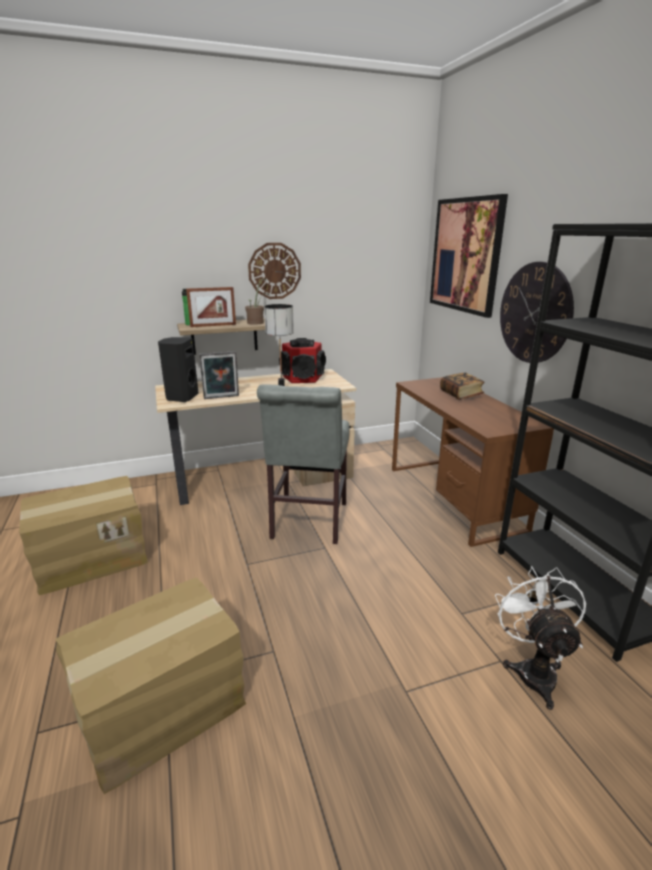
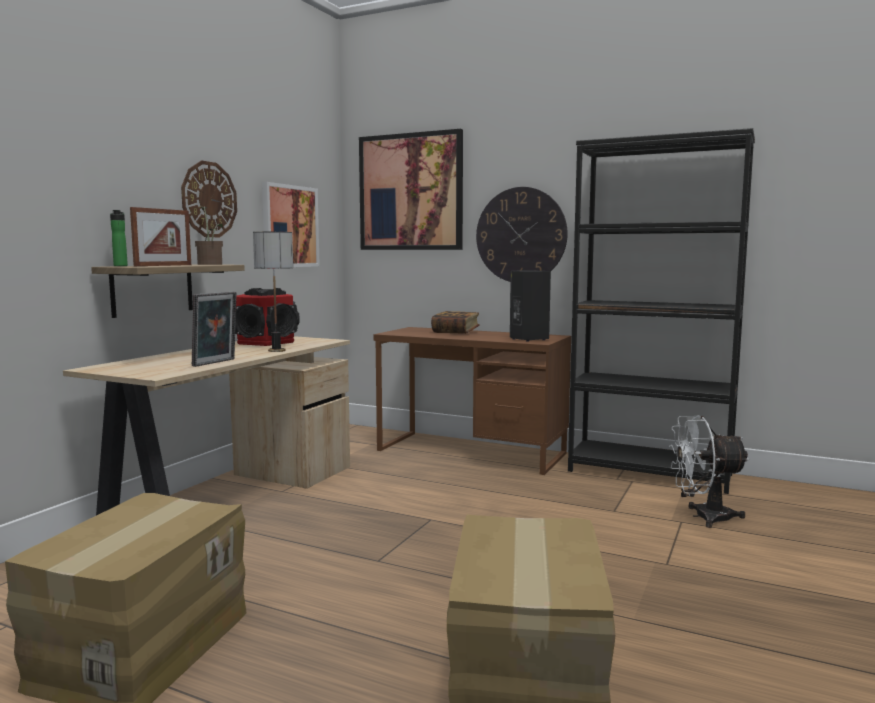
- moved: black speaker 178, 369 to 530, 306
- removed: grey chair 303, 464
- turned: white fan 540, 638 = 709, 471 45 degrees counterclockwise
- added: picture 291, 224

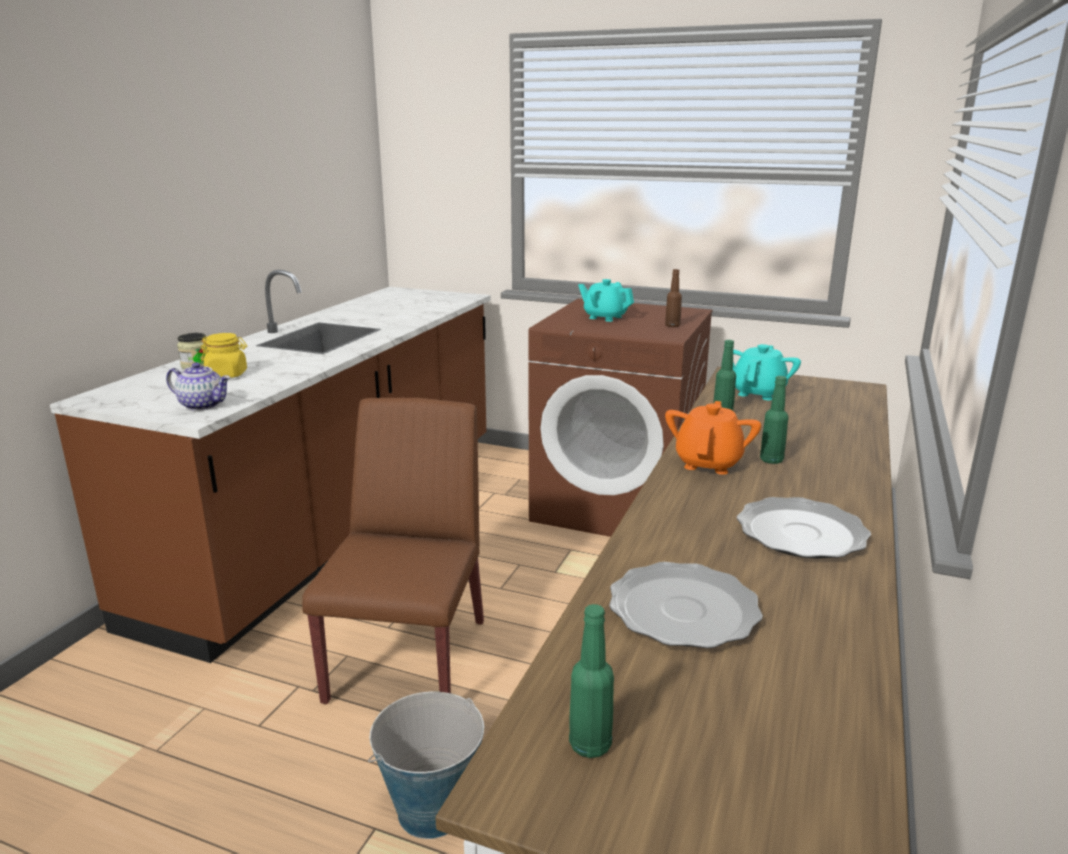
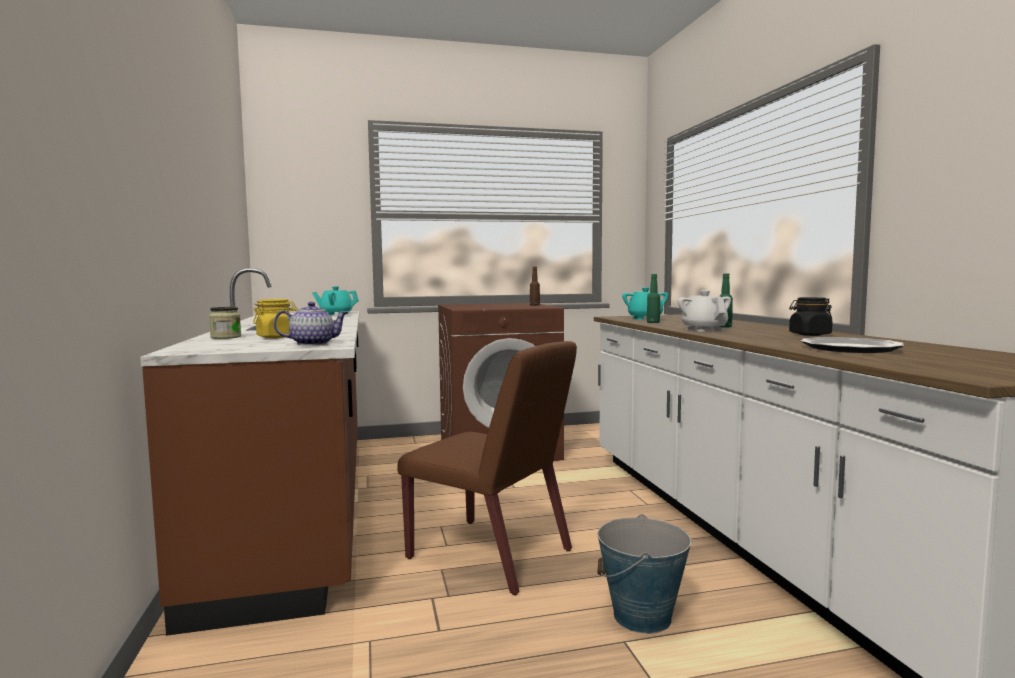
- moved: turquoise teapot 606, 300 to 335, 300
- turned: brown chair 393, 551 = 487, 468 150 degrees clockwise
- recoloured: orange teapot 713, 438 to white teapot 704, 310
- replaced: plate 804, 528 to black jar 811, 316
- removed: green bottle 591, 681

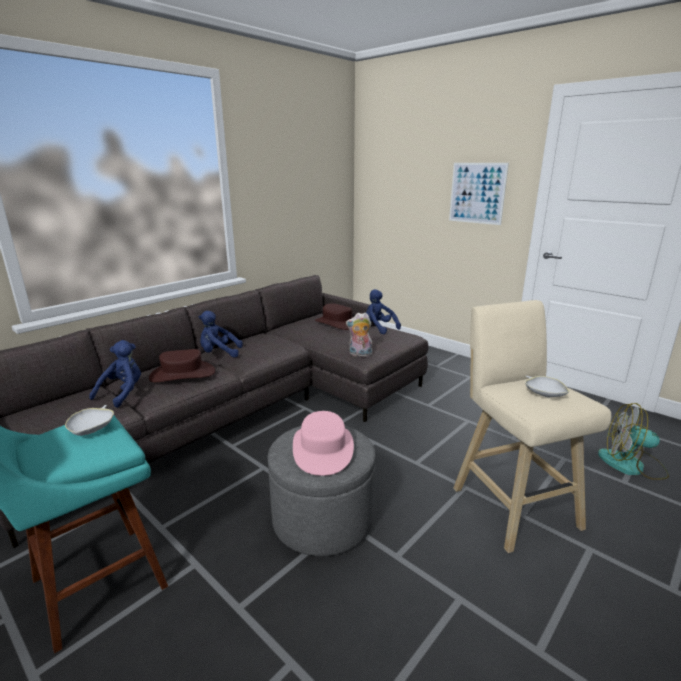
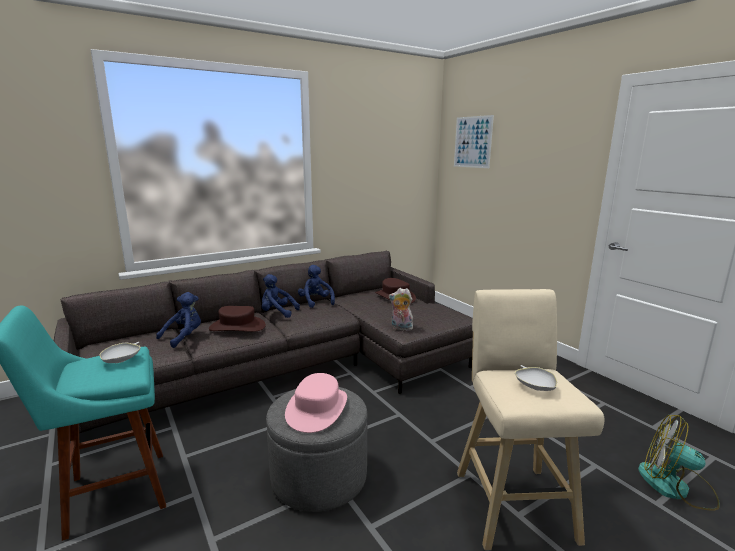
- moved: picture 479, 194 to 474, 141
- moved: blue plush toy 383, 311 to 316, 286

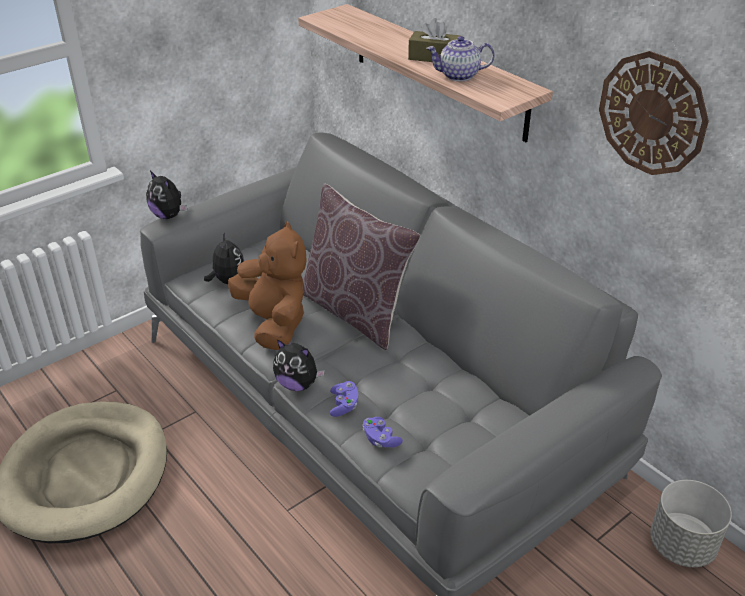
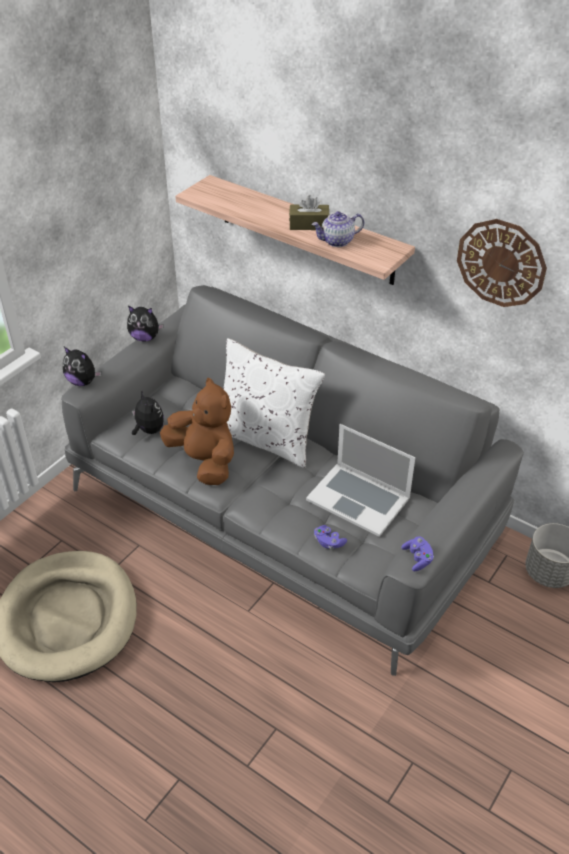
- recoloured: brown pillow 361, 266 to white pillow 274, 403
- moved: plush toy 299, 365 to 145, 323
- moved: purple game controller 344, 399 to 417, 553
- added: laptop 361, 480

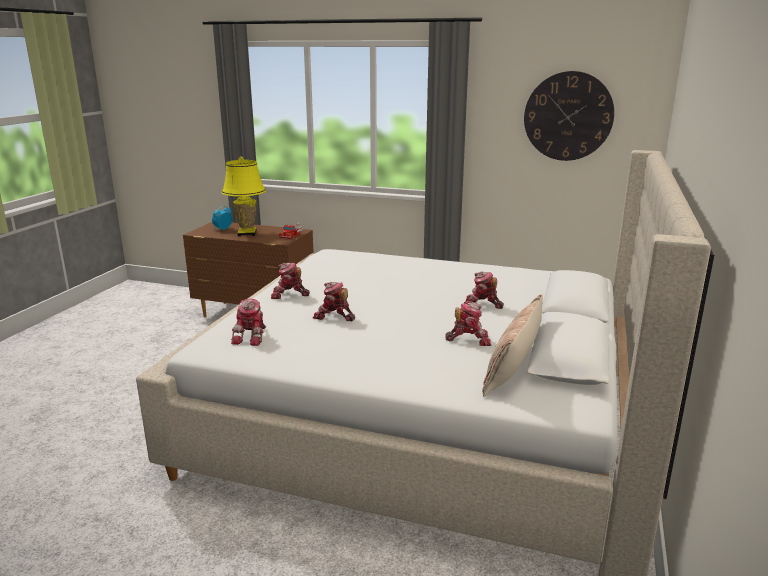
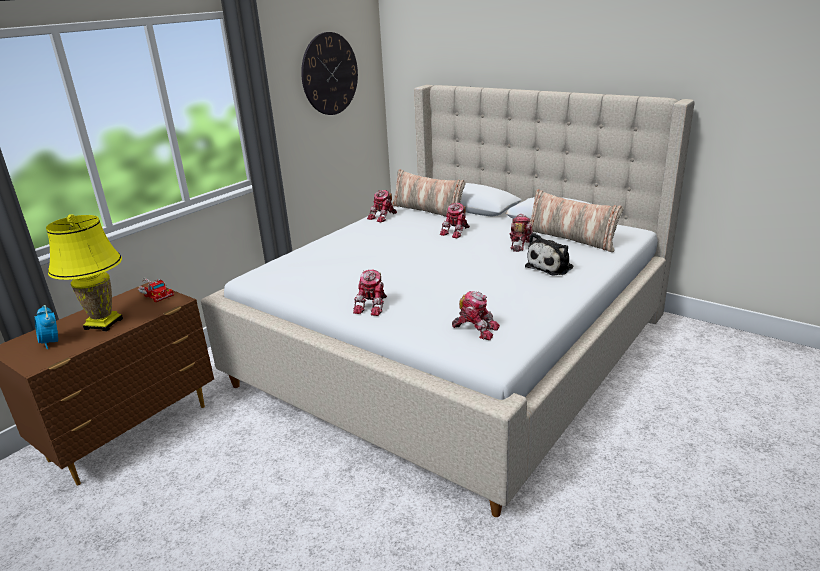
- moved: toy robot 334, 301 to 382, 206
- added: pillow 429, 193
- added: plush toy 549, 254

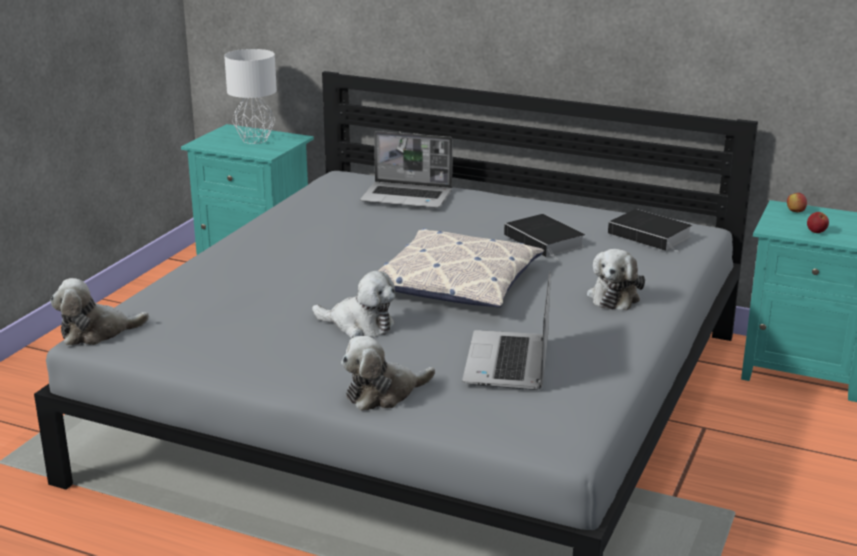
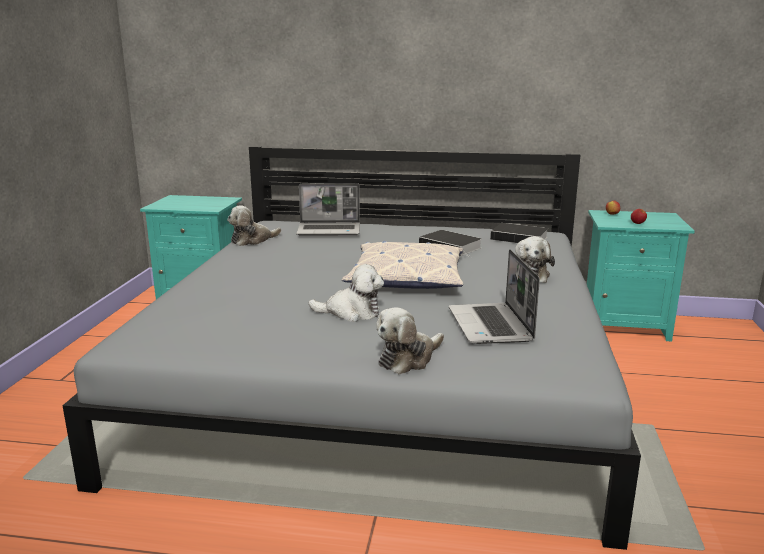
- removed: grey table lamp 250, 96
- moved: plush toy 99, 311 to 254, 225

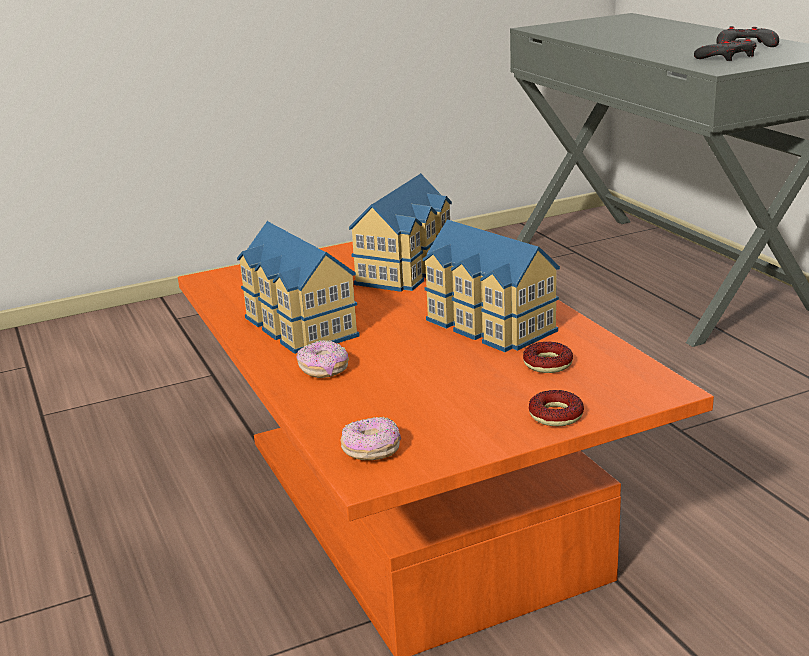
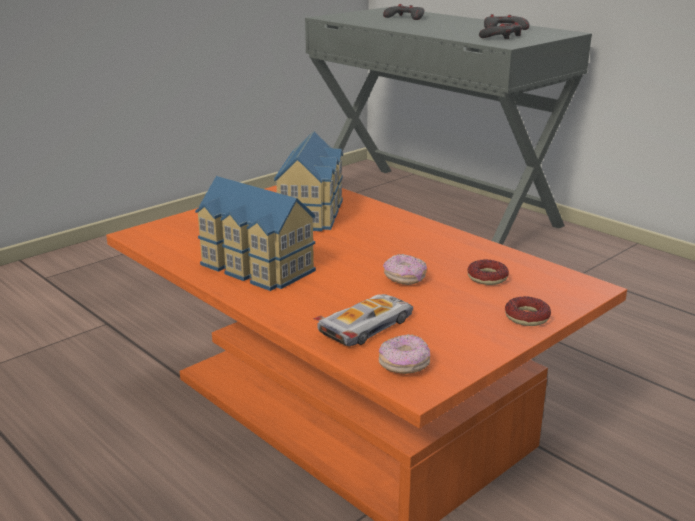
- removed: toy house 491, 285
- moved: donut 323, 359 to 405, 269
- added: grey game controller 403, 12
- added: toy car 363, 320

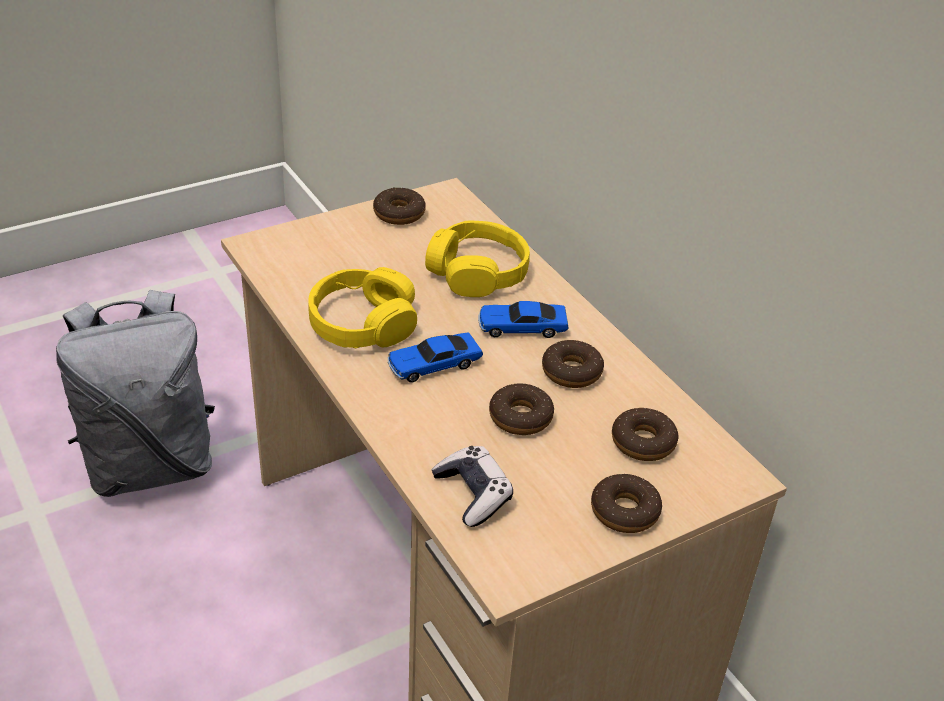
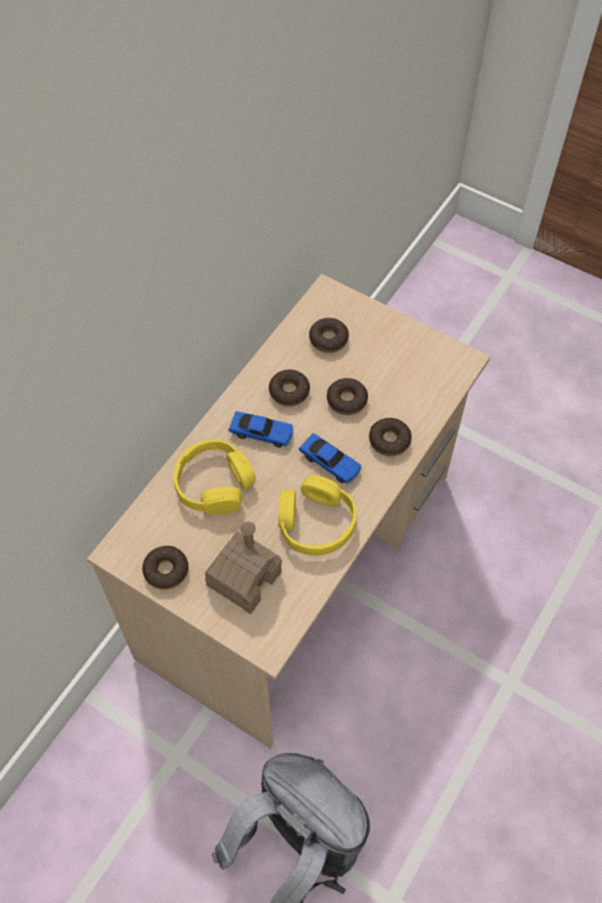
- turned: toy car 523, 319 = 261, 429 45 degrees counterclockwise
- removed: game controller 472, 486
- moved: donut 626, 503 to 390, 437
- added: toy house 243, 568

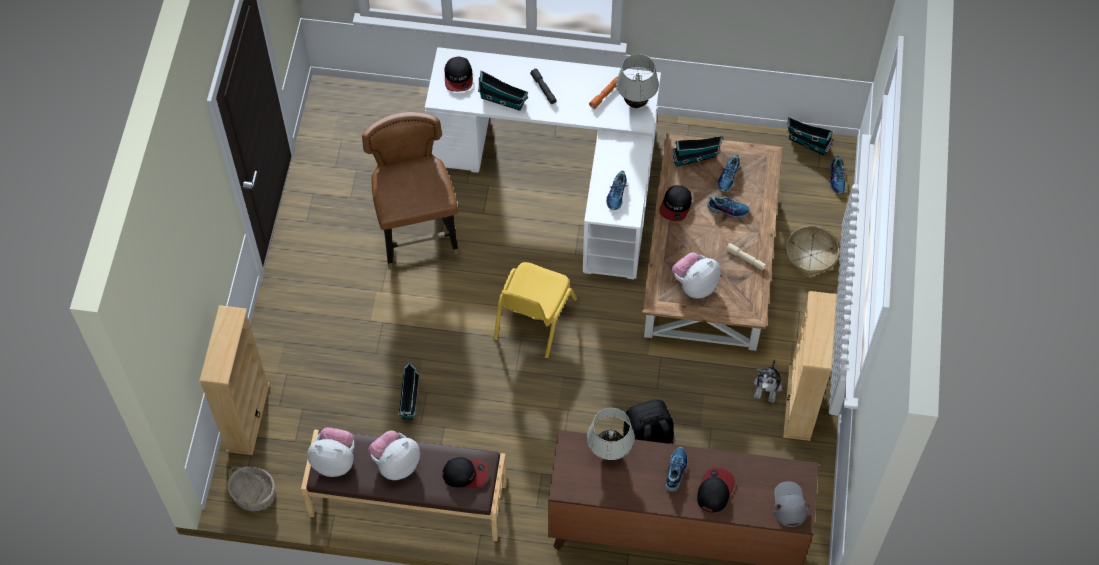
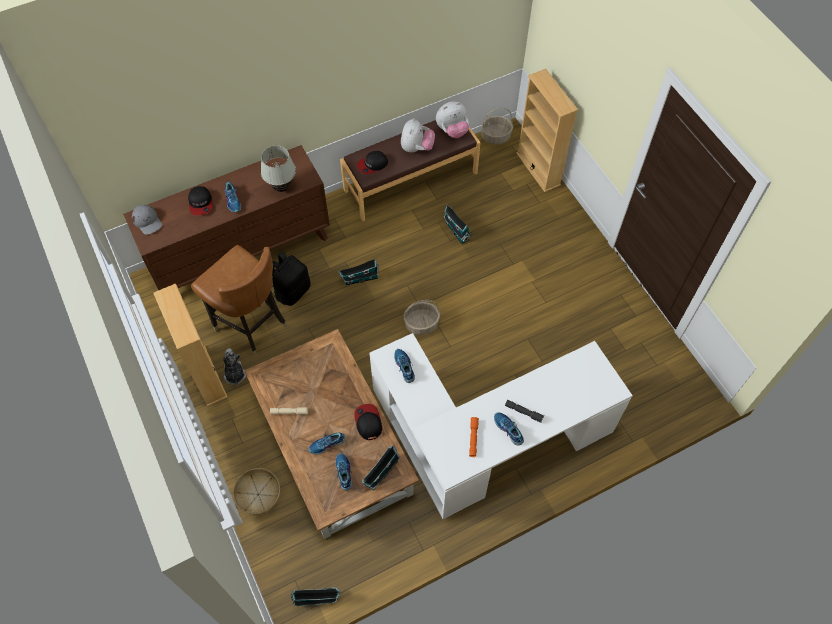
- removed: white table lamp 637, 81
- removed: cap 458, 74
- moved: toy house 503, 90 to 358, 272
- moved: brown chair 410, 190 to 239, 301
- moved: shoe 838, 175 to 509, 428
- removed: plush toy 696, 275
- replaced: yellow chair 535, 310 to basket 422, 317

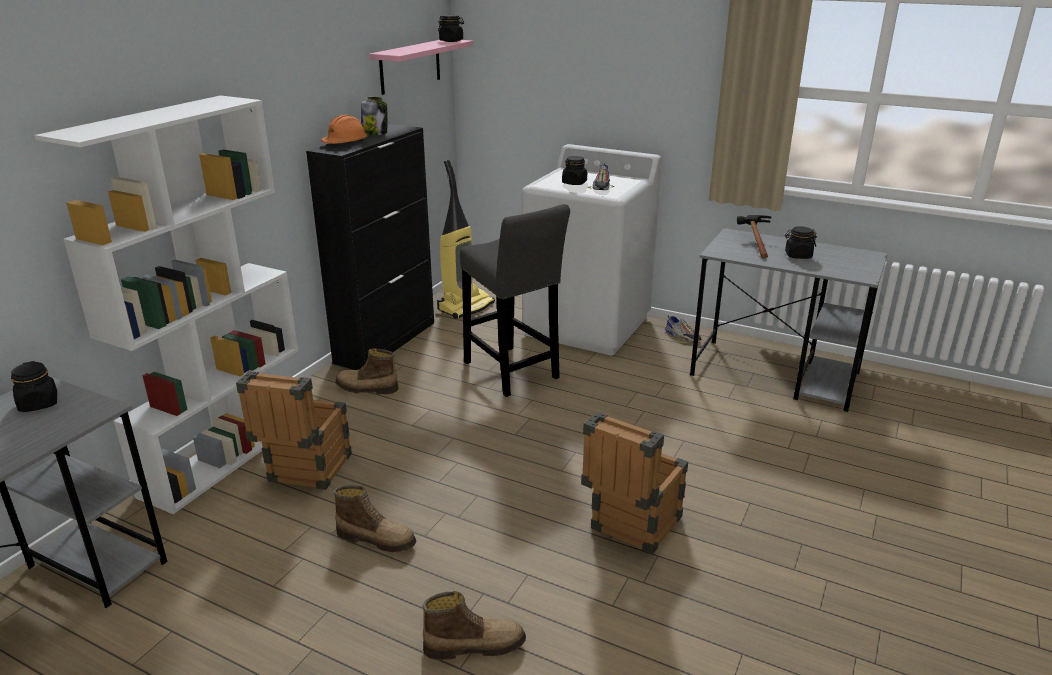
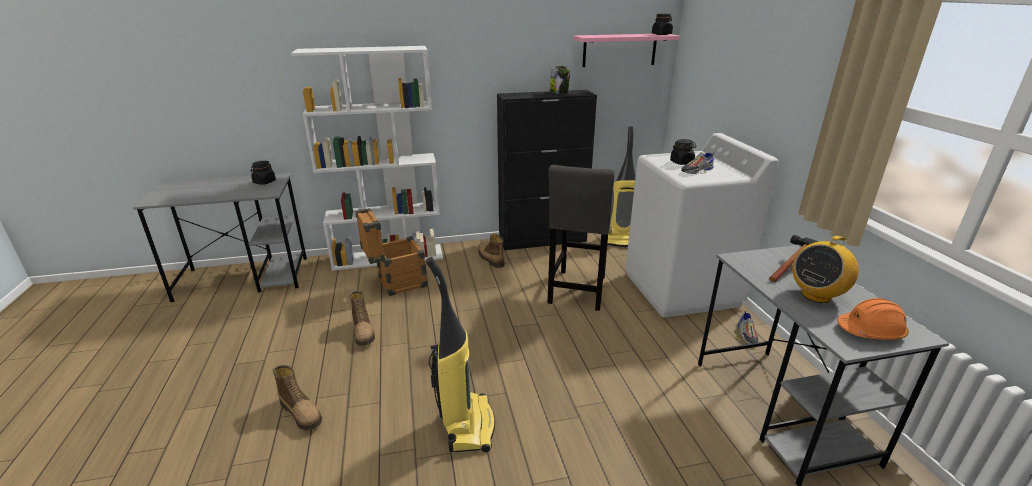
- moved: orange hard hat 344, 129 to 873, 319
- replaced: black jar 801, 242 to radio 825, 269
- replaced: crate 634, 483 to vacuum cleaner 460, 354

